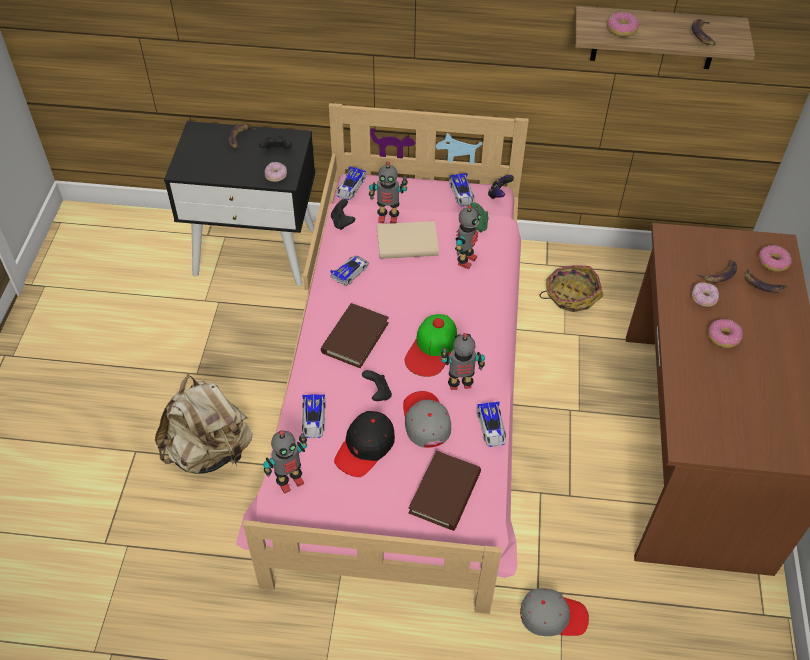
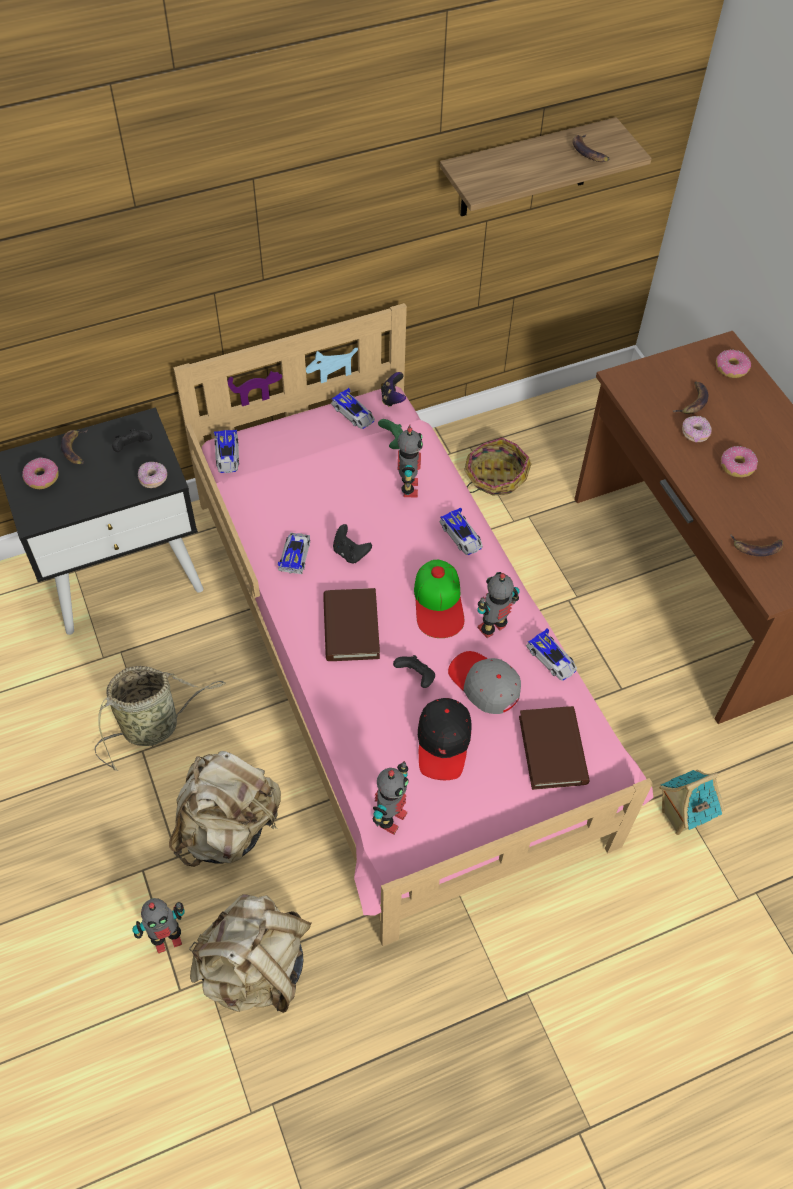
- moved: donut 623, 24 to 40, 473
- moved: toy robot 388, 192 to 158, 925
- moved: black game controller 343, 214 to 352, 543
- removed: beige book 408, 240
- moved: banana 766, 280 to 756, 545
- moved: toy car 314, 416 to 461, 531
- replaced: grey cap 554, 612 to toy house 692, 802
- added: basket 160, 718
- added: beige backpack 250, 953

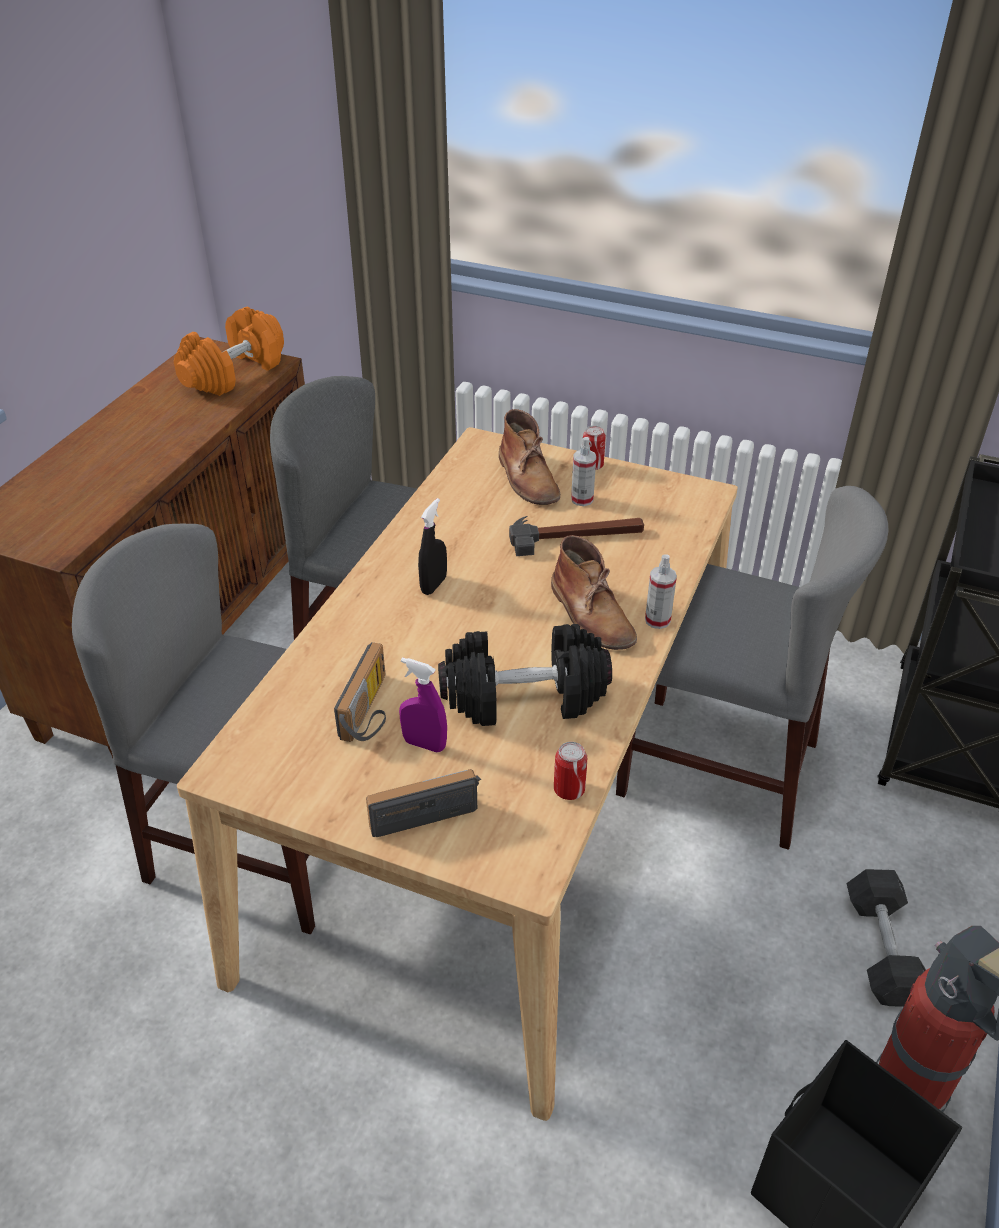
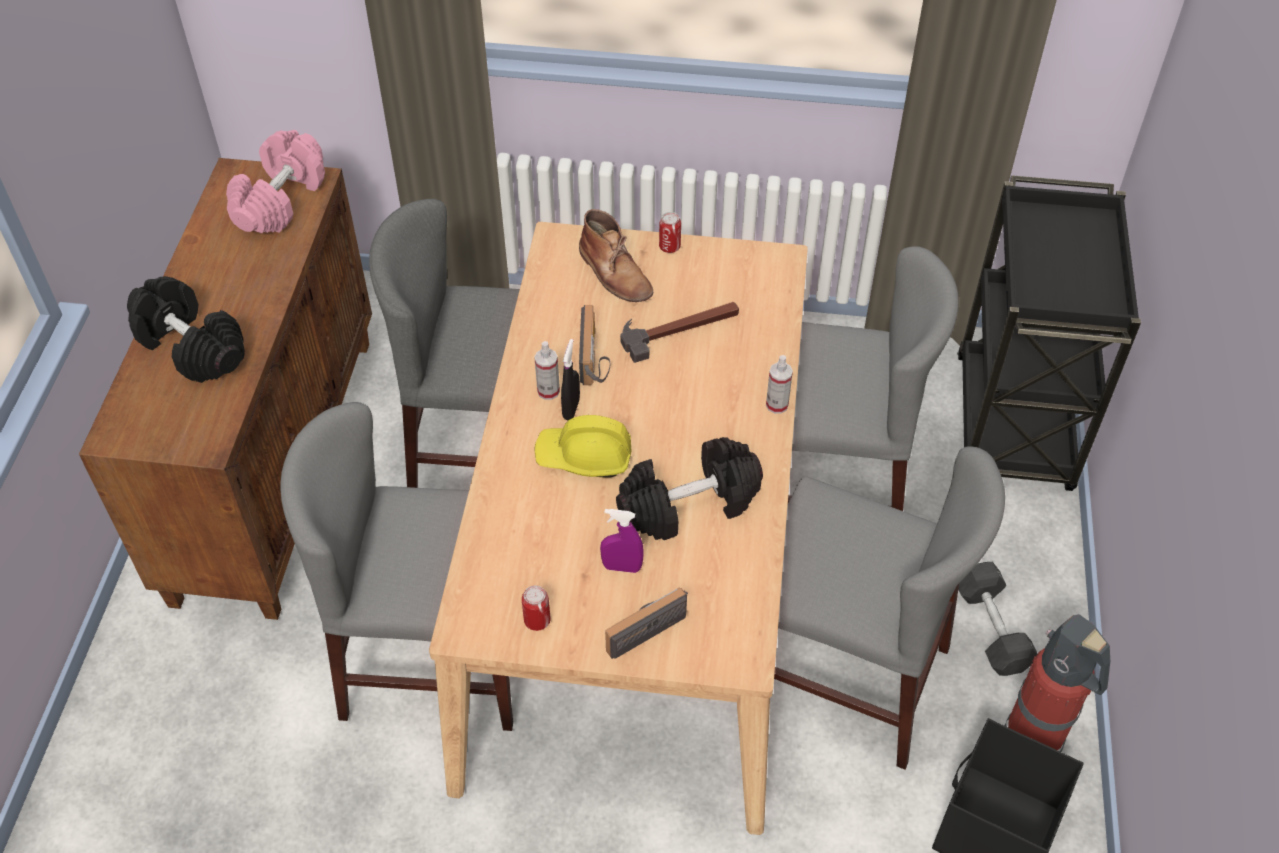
- recoloured: orange dumbbell 229, 351 to pink dumbbell 275, 181
- moved: spray bottle 583, 471 to 547, 370
- removed: brown boot 594, 592
- moved: radio 360, 692 to 594, 345
- moved: can 570, 771 to 536, 608
- added: black dumbbell 186, 329
- added: yellow hard hat 582, 446
- added: grey chair 889, 608

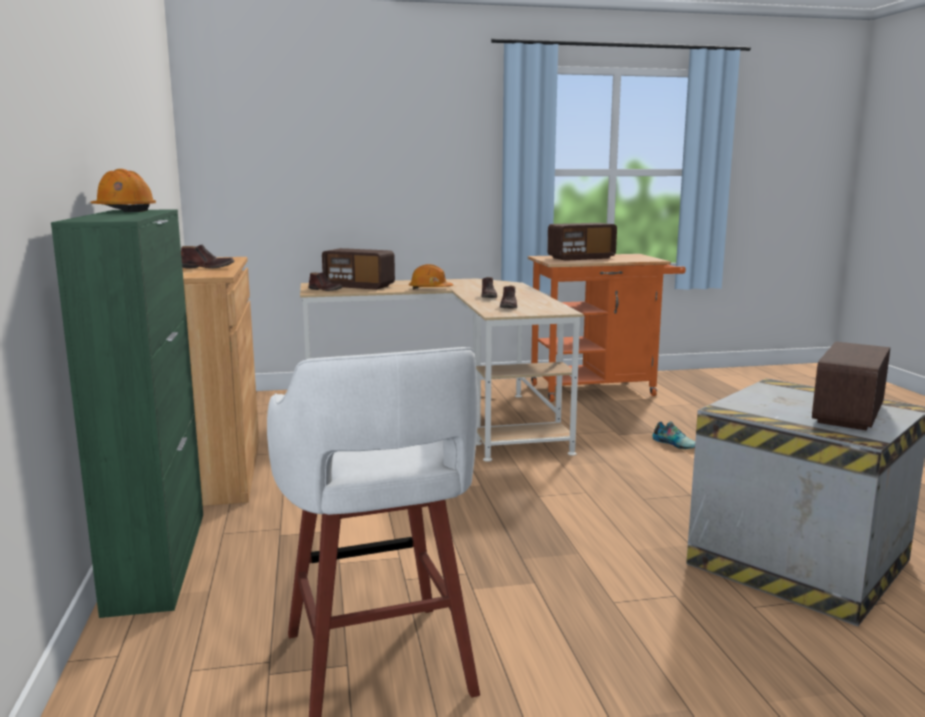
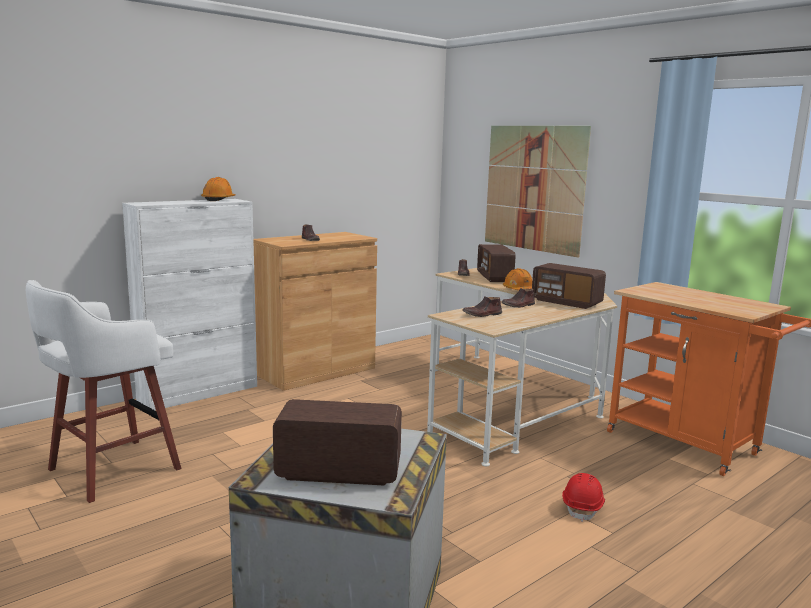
- recoloured: green cabinet 127, 413 to white cabinet 189, 304
- moved: radio 582, 242 to 569, 286
- replaced: shoe 673, 435 to red hard hat 583, 497
- added: picture 538, 192

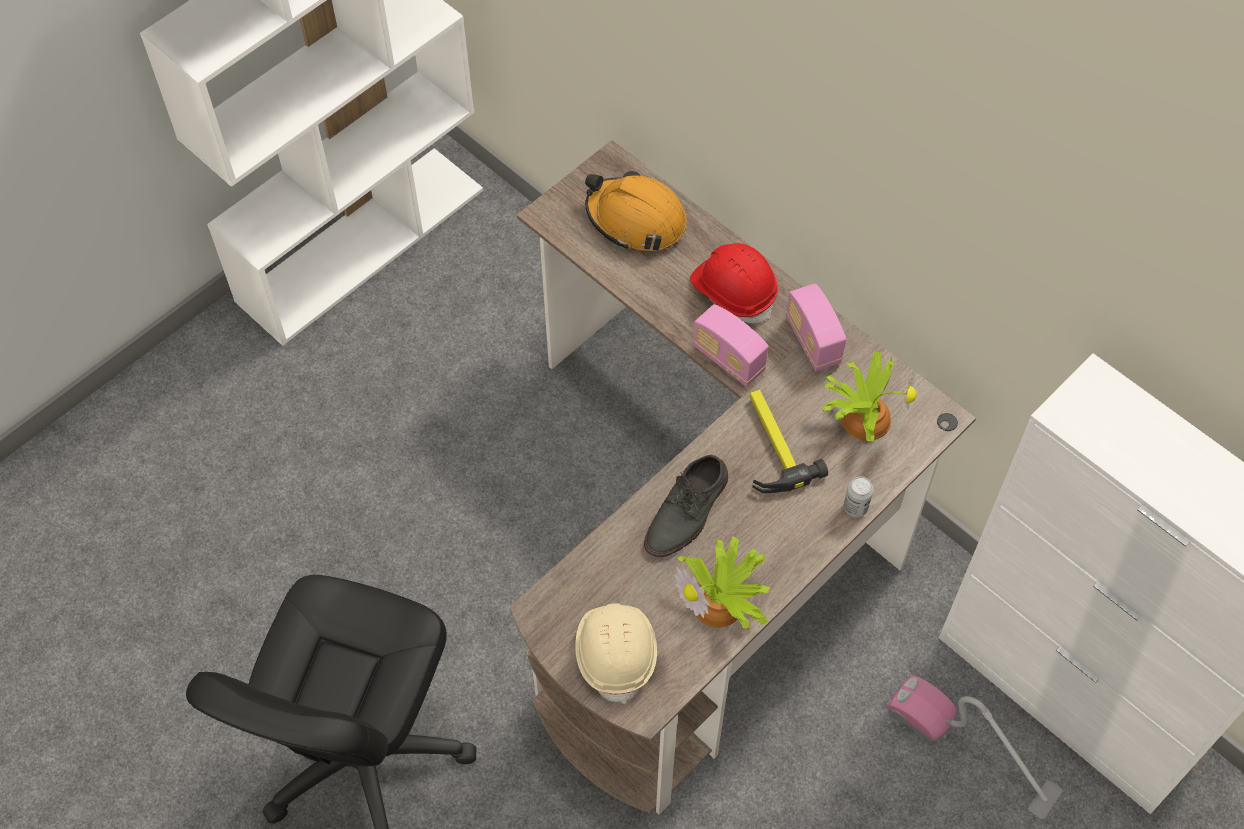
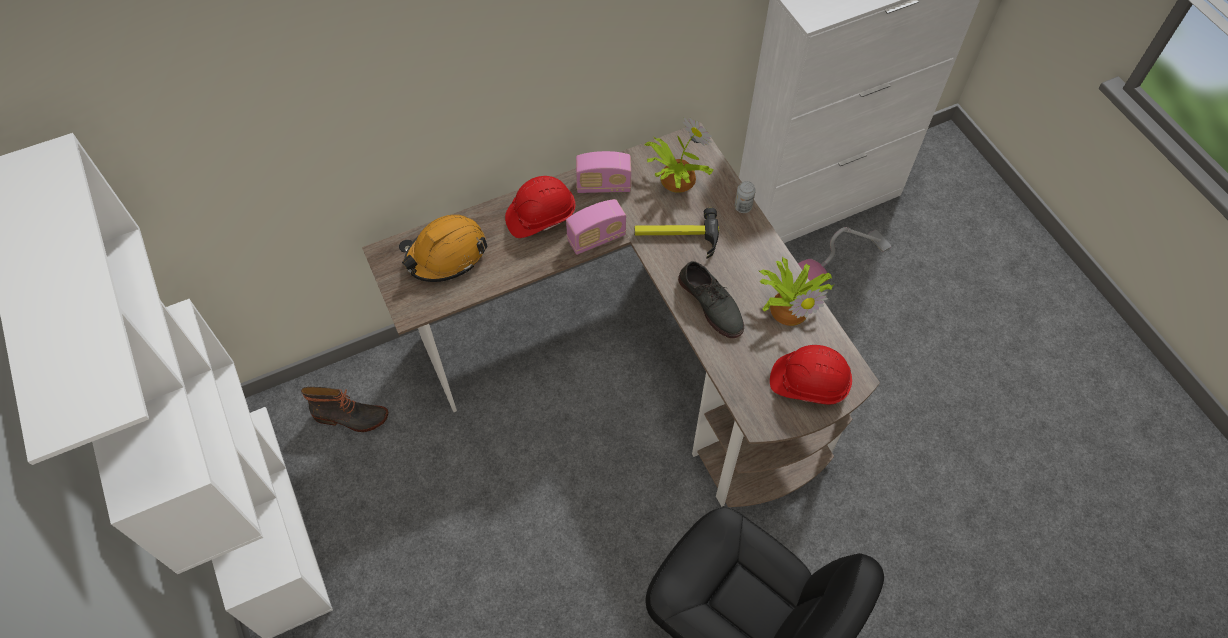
- recoloured: beige hard hat 616, 653 to red hard hat 811, 374
- added: boot 344, 409

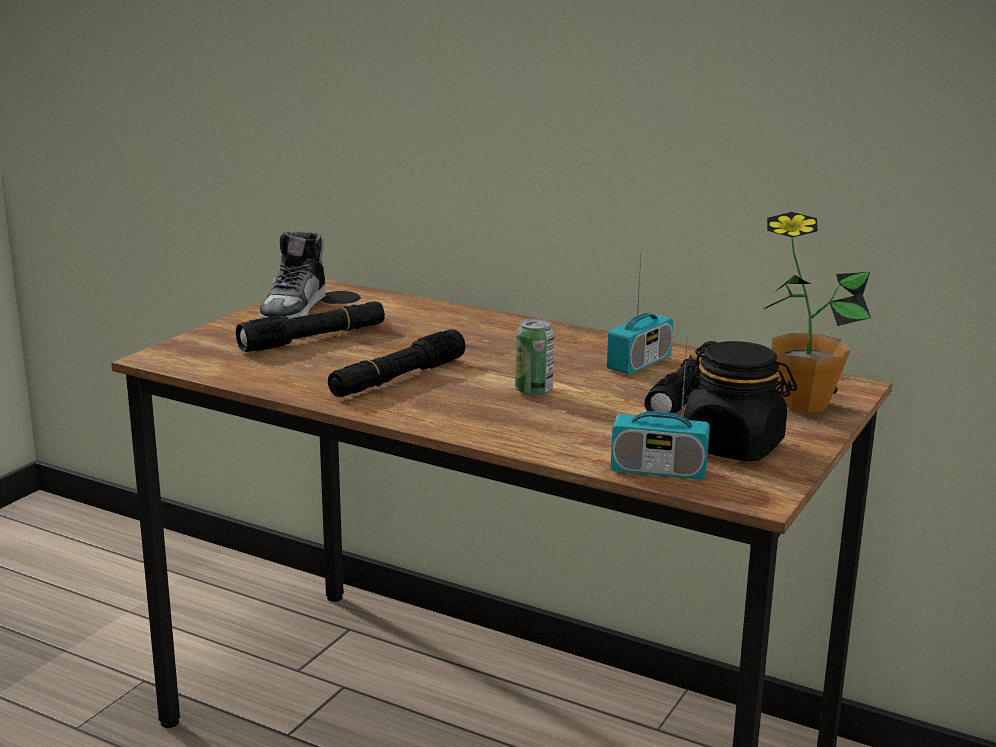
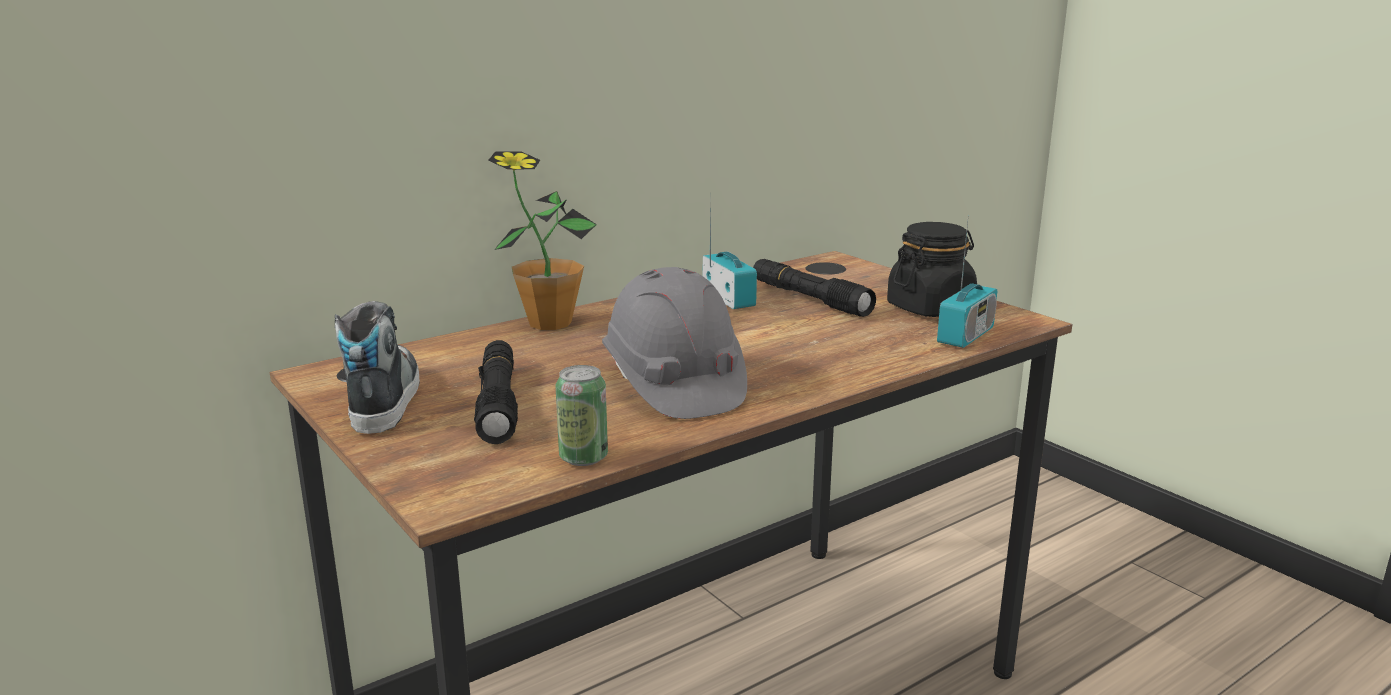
- moved: potted plant 817, 312 to 542, 240
- turned: shoe 292, 275 = 377, 367 135 degrees counterclockwise
- moved: can 534, 357 to 581, 415
- replaced: black flashlight 396, 363 to grey hard hat 674, 343

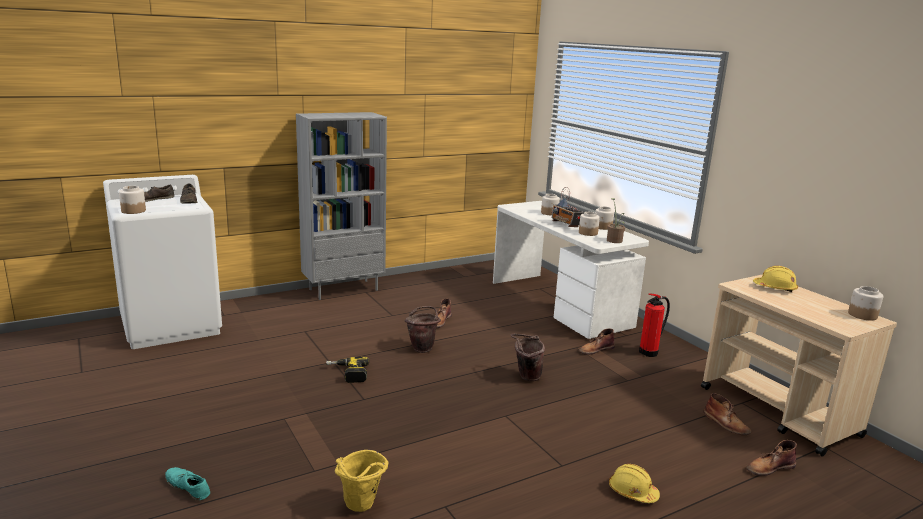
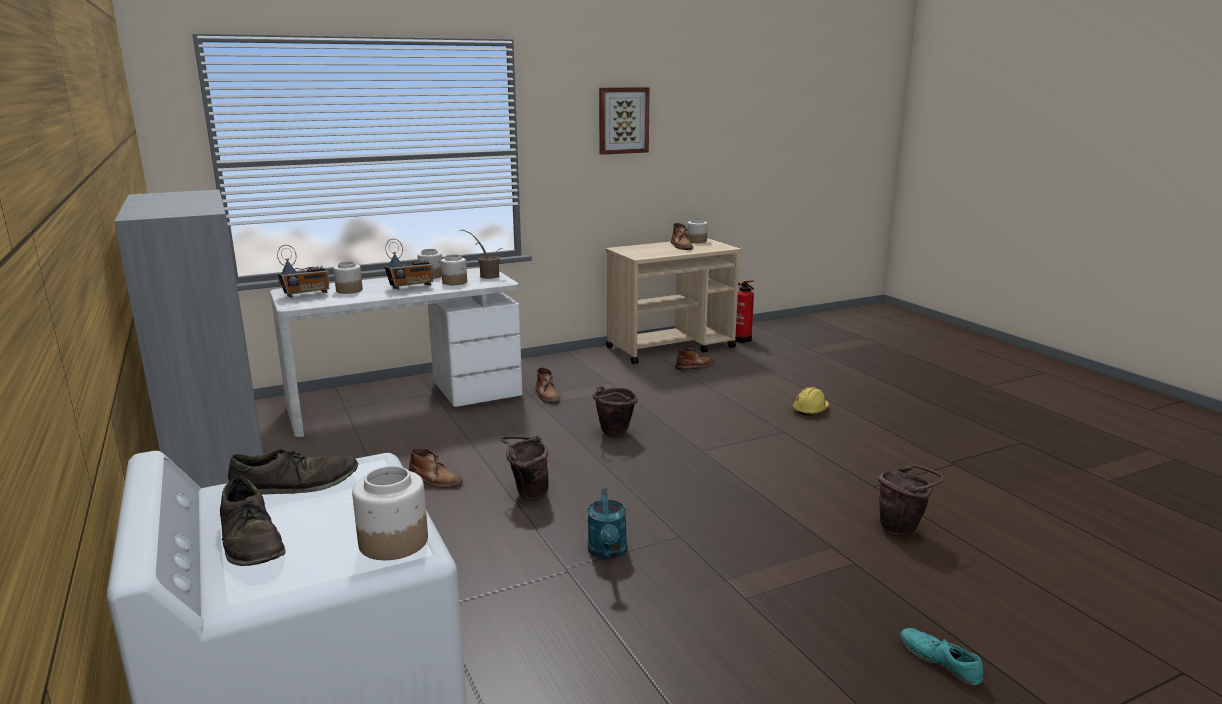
- removed: yellow hard hat 775, 279
- moved: fire extinguisher 654, 325 to 744, 311
- replaced: power drill 347, 370 to turquoise watering can 607, 524
- moved: brown boot 771, 458 to 682, 236
- recoloured: yellow bucket 362, 481 to brown bucket 911, 500
- turned: turquoise shoe 187, 484 = 941, 656 105 degrees clockwise
- added: picture 624, 121
- added: radio 303, 271

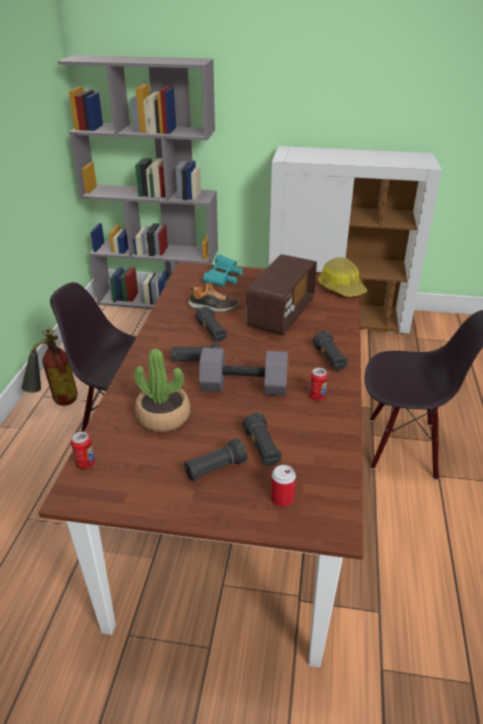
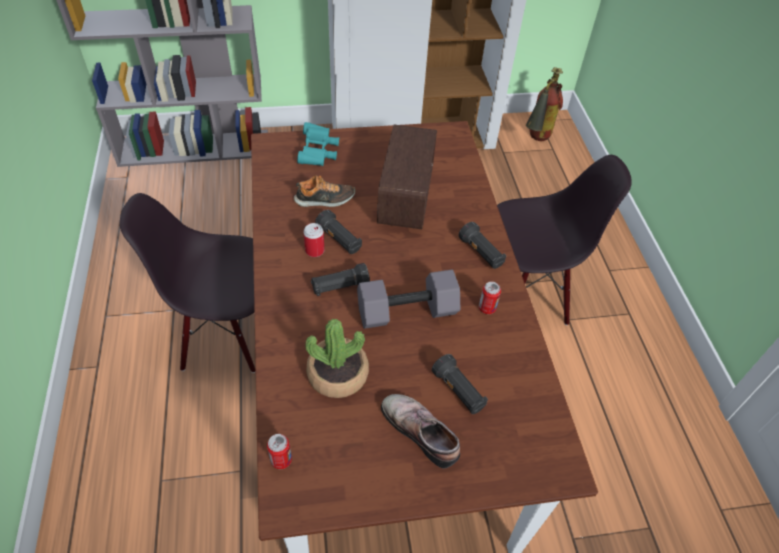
- removed: hard hat 342, 277
- moved: fire extinguisher 49, 367 to 544, 104
- replaced: black flashlight 215, 459 to shoe 420, 431
- moved: can 283, 486 to 314, 240

